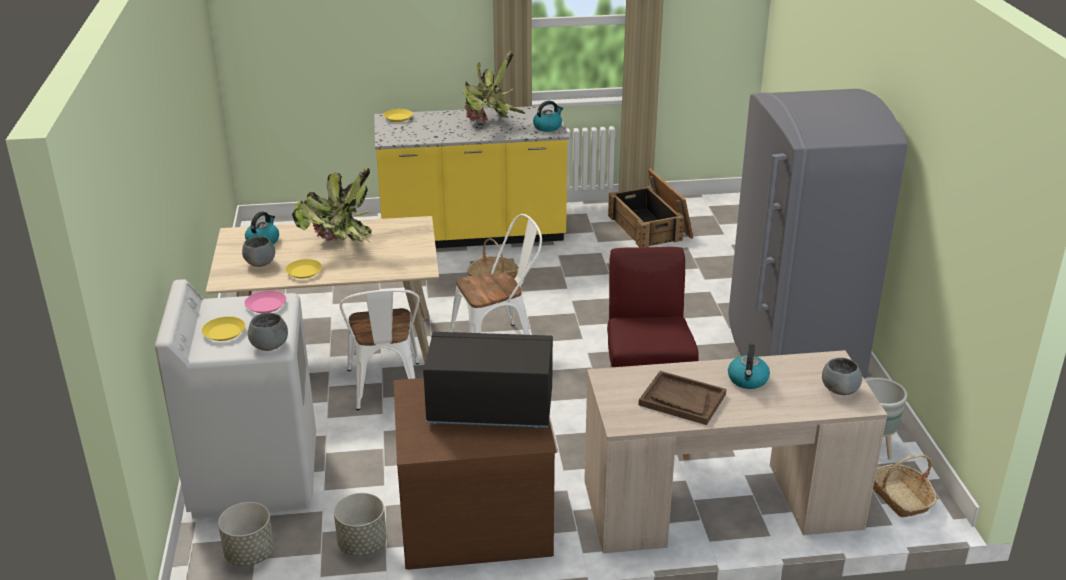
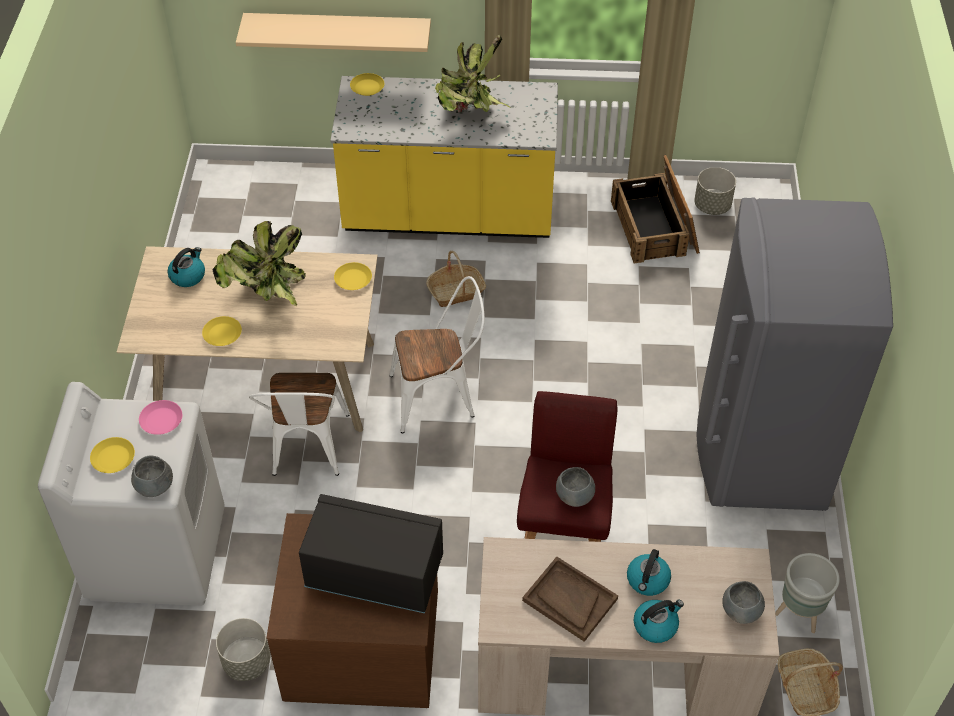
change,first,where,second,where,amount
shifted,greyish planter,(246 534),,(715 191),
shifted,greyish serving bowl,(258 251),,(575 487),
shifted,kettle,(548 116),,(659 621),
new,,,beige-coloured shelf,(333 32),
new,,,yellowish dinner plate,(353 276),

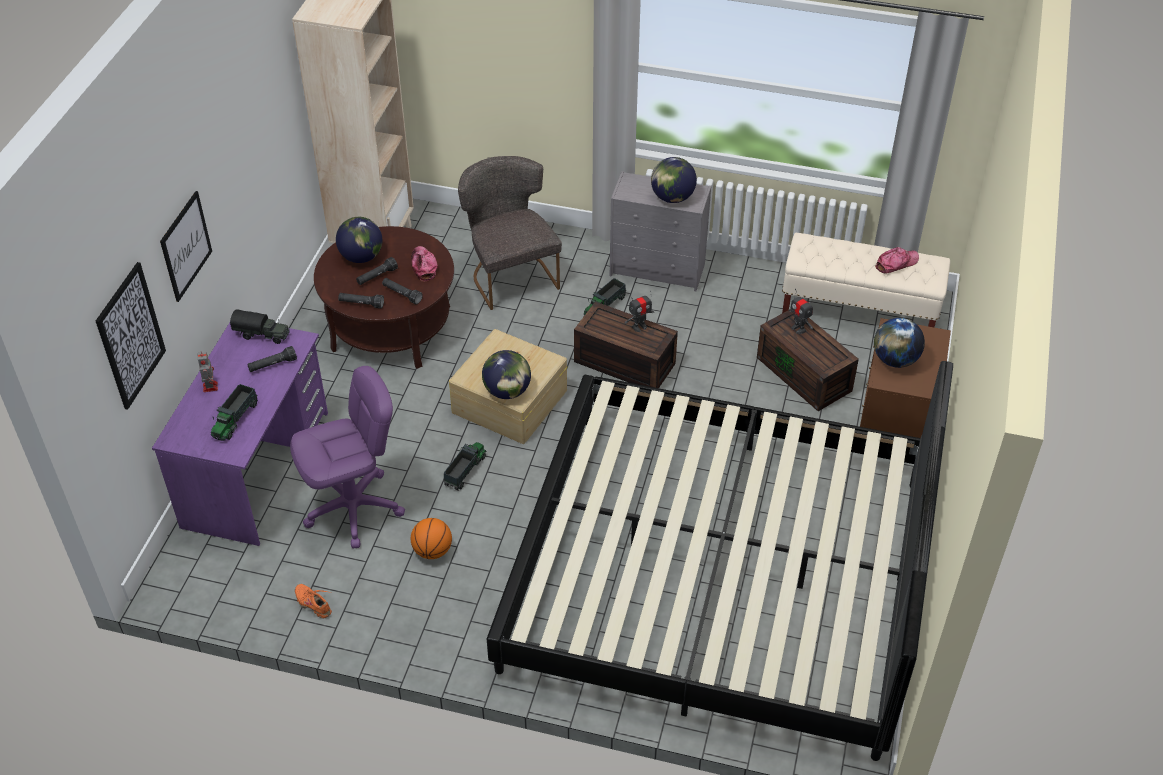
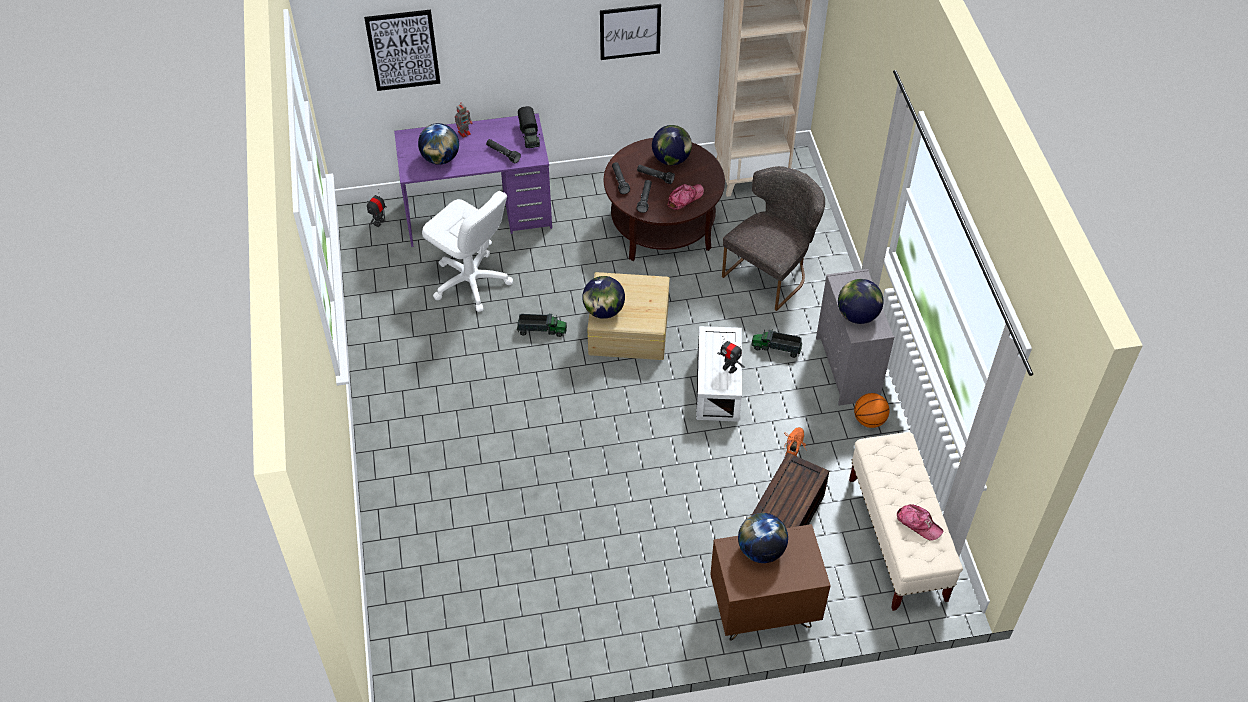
change,first,where,second,where,amount
shifted,wall art,(186 246),,(630 32),
swapped,toy lorry,(234 412),world globe,(438 144),
repainted,purple-coloured desk chair,(347 457),white desk chair,(467 251),
shifted,orange-coloured shoe,(313 601),,(795 441),
shifted,ball for basketball,(431 538),,(872 410),
gone,bed,(720 561),,,
repainted,brownish storage bin,(626 344),white storage bin,(719 374),
shifted,model robot,(801 311),,(377 208),

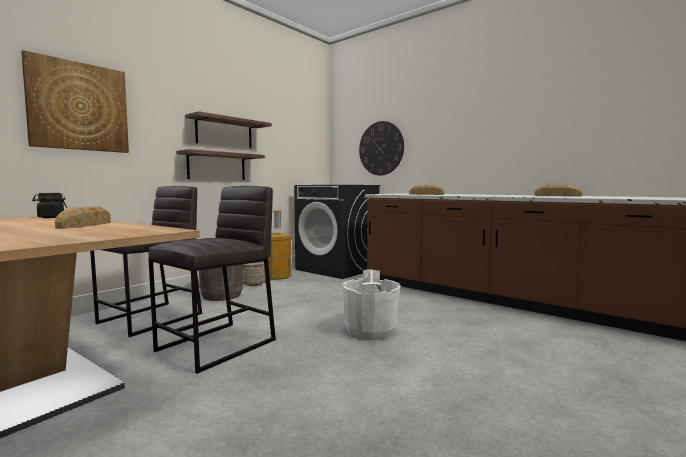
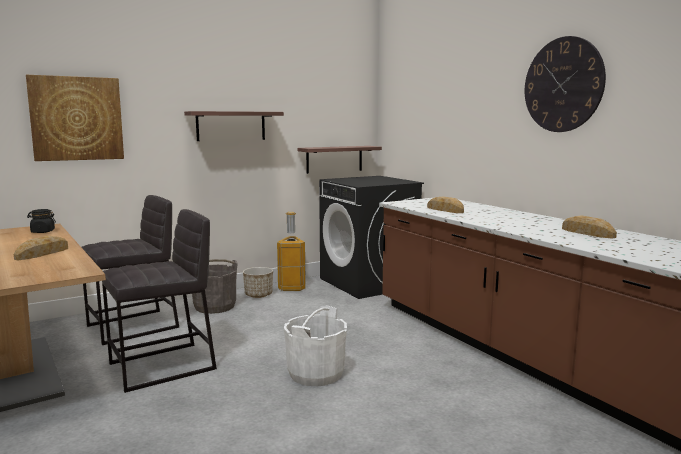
change,first,where,second,where,amount
shifted,shelf,(220 164),,(340 160),
shifted,clock on the wall,(381 148),,(565 84),

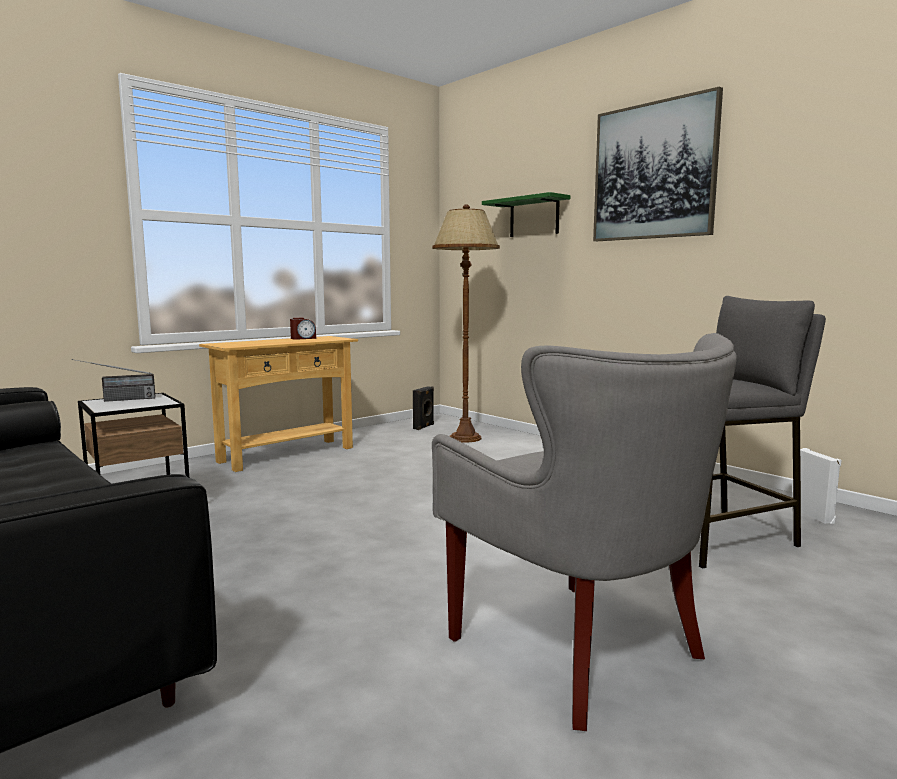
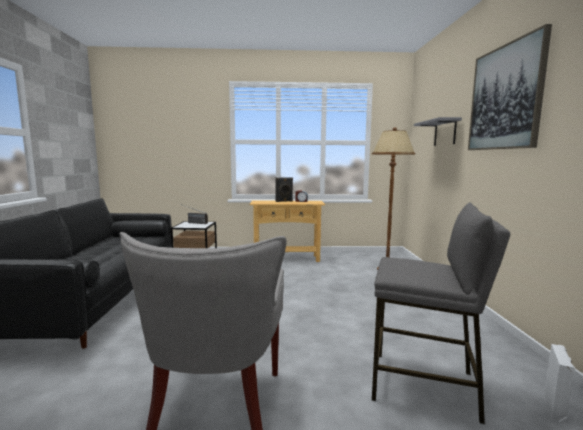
change,first,where,second,where,amount
shifted,black speaker,(423 408),,(284 189),
repainted,green shelf,(526 214),greyish shelf,(438 131),

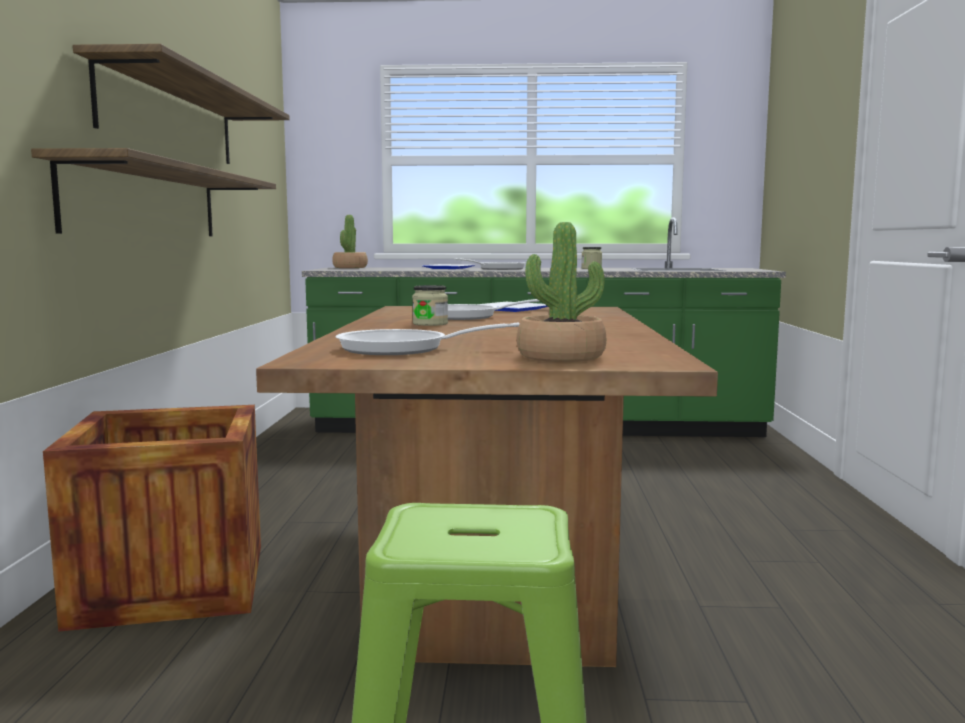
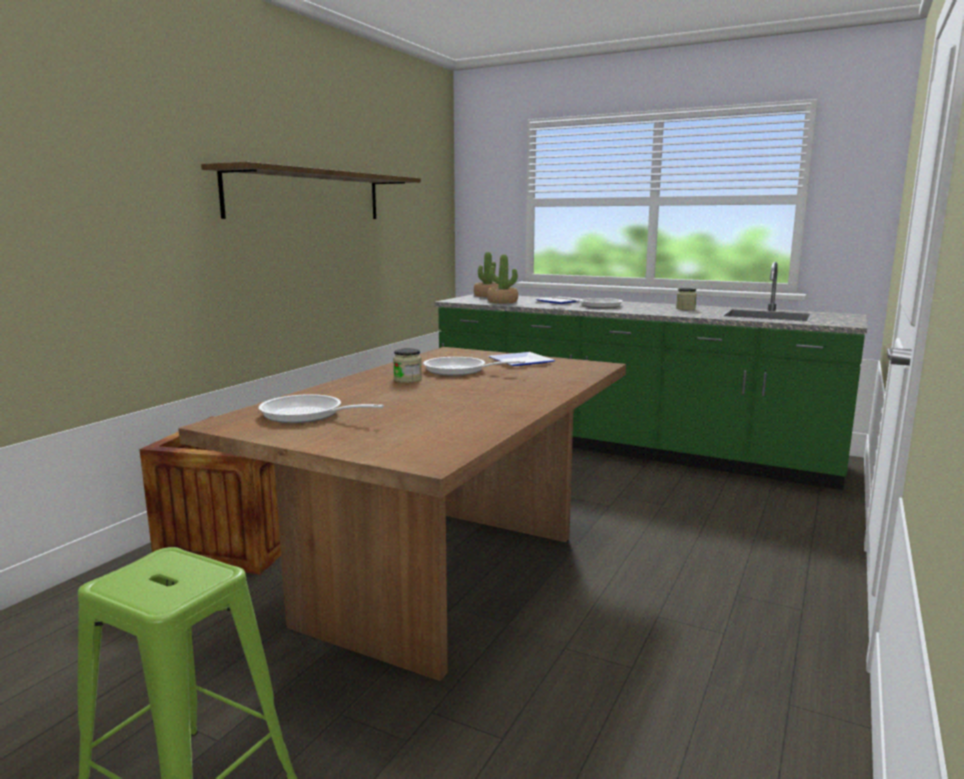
change,first,where,second,where,amount
gone,shelf,(153 192),,,
shifted,plant in a pot,(561 292),,(502 279),

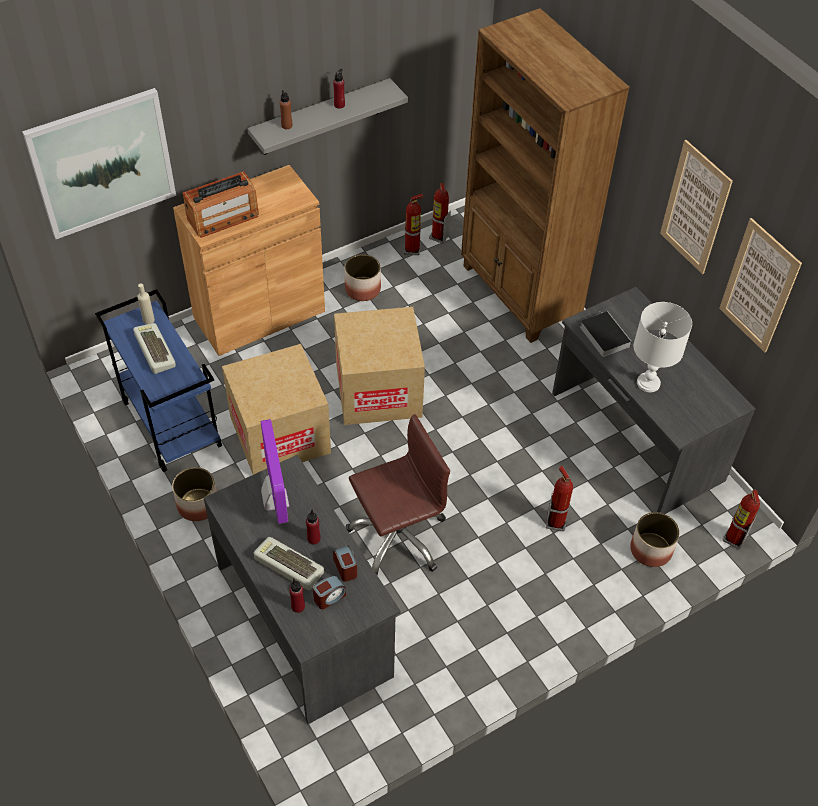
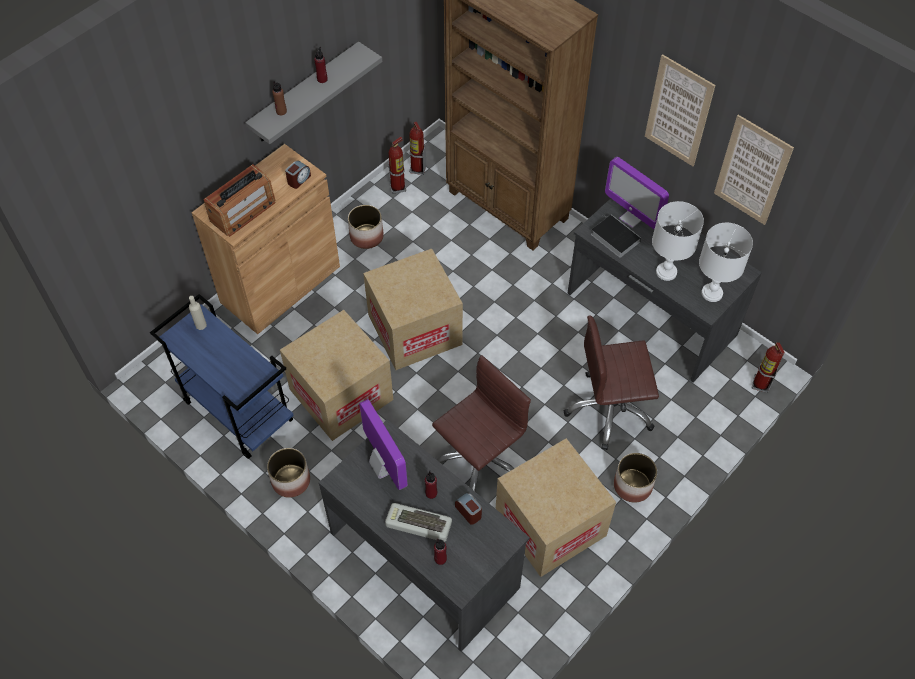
change,first,where,second,where,amount
gone,wall art,(99 163),,,
gone,computer keyboard,(154 348),,,
shifted,bedside clock,(329 592),,(298 175),
swapped,fire-fighting cylinder,(559 498),brownish desk chair,(611 382),
shifted,planter,(655 539),,(635 478),
new,,,carton,(556 507),
new,,,computer screen,(637 193),
new,,,white lamp for a table,(726 262),

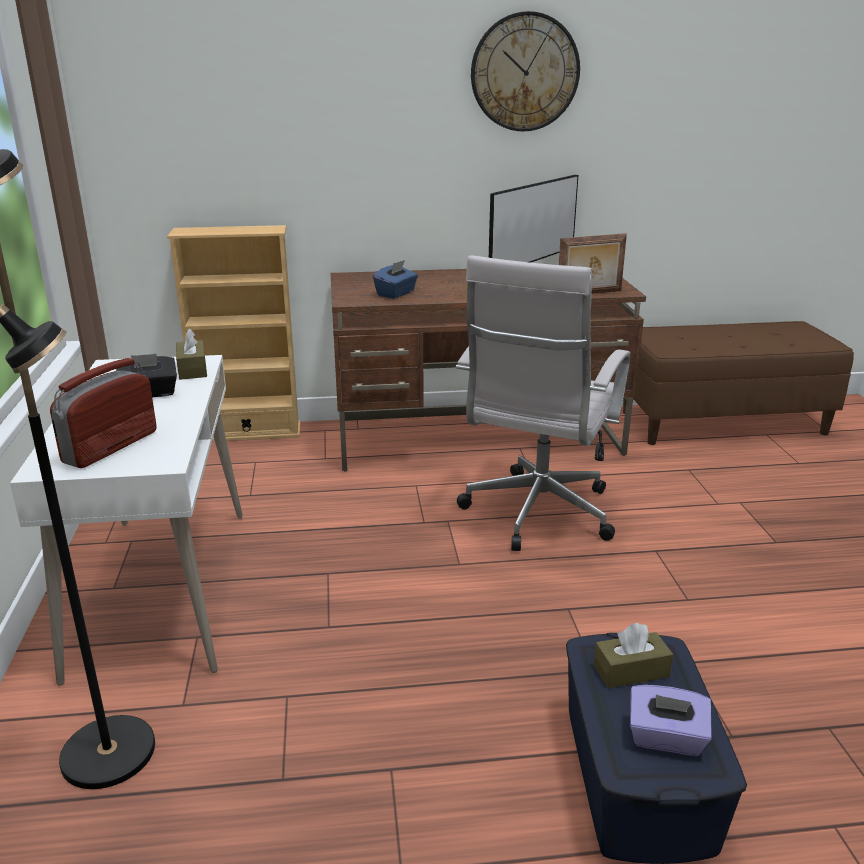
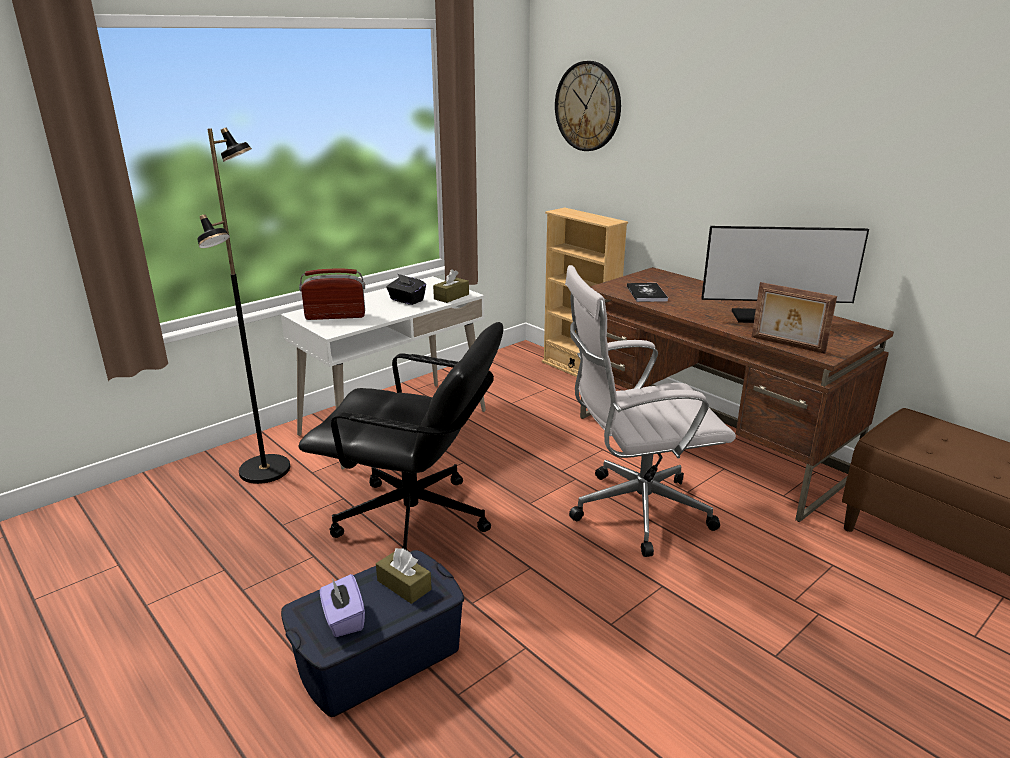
change,first,where,second,where,amount
swapped,bluish tissue box,(395 279),volume,(647 292),
shifted,clock on the wall,(525 71),,(588 106),
new,,,black desk chair,(400 436),

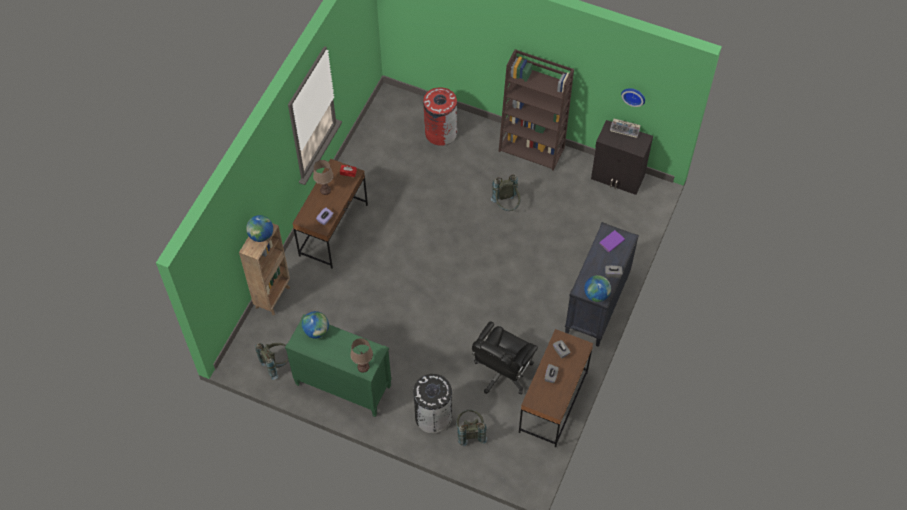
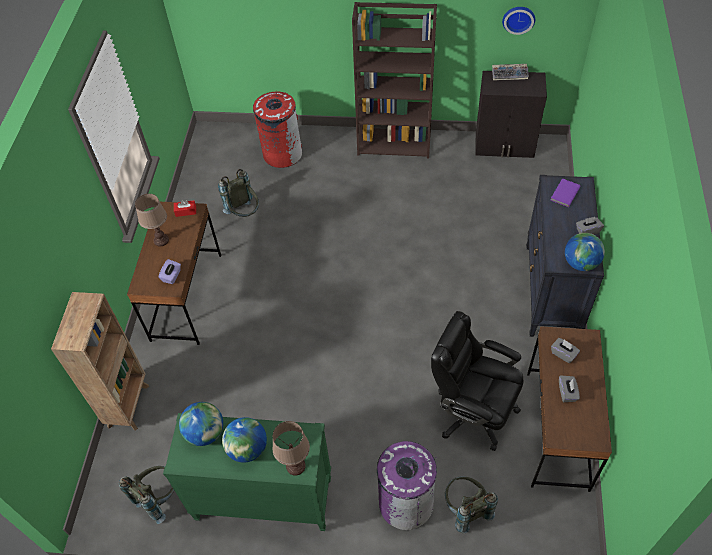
change,first,where,second,where,amount
shifted,world globe,(259 228),,(244 440),
repainted,black waste bin,(432 404),purple-coloured waste bin,(407 485),
rotated,black desk chair,(505 358),,(477 381),105 degrees clockwise
shifted,greyish backpack,(505 192),,(238 193),

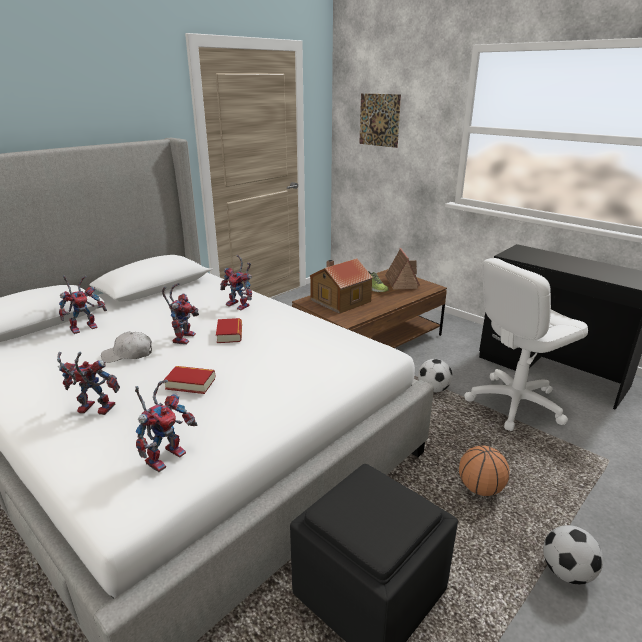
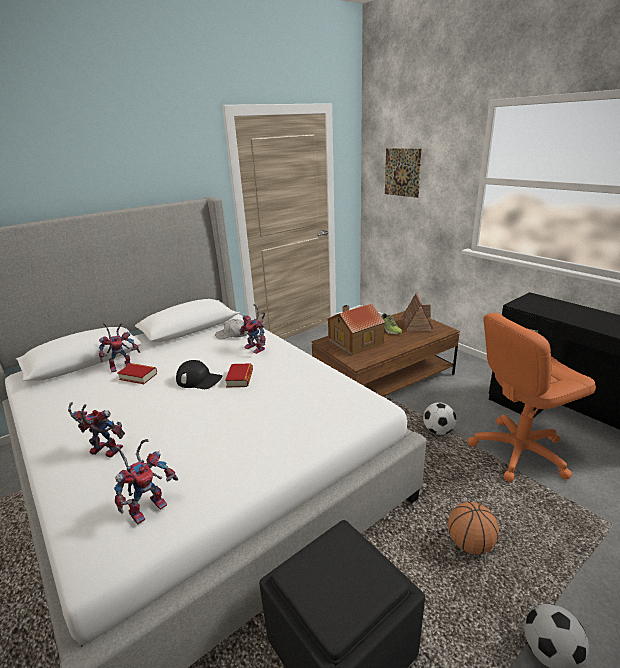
change,first,where,second,where,amount
shifted,white peaked cap,(126 347),,(231 329),
swapped,model robot,(180 314),black peaked cap,(199 374),
shifted,volume,(190 380),,(137 373),
repainted,white desk chair,(526 344),orange-coloured desk chair,(532 397),

